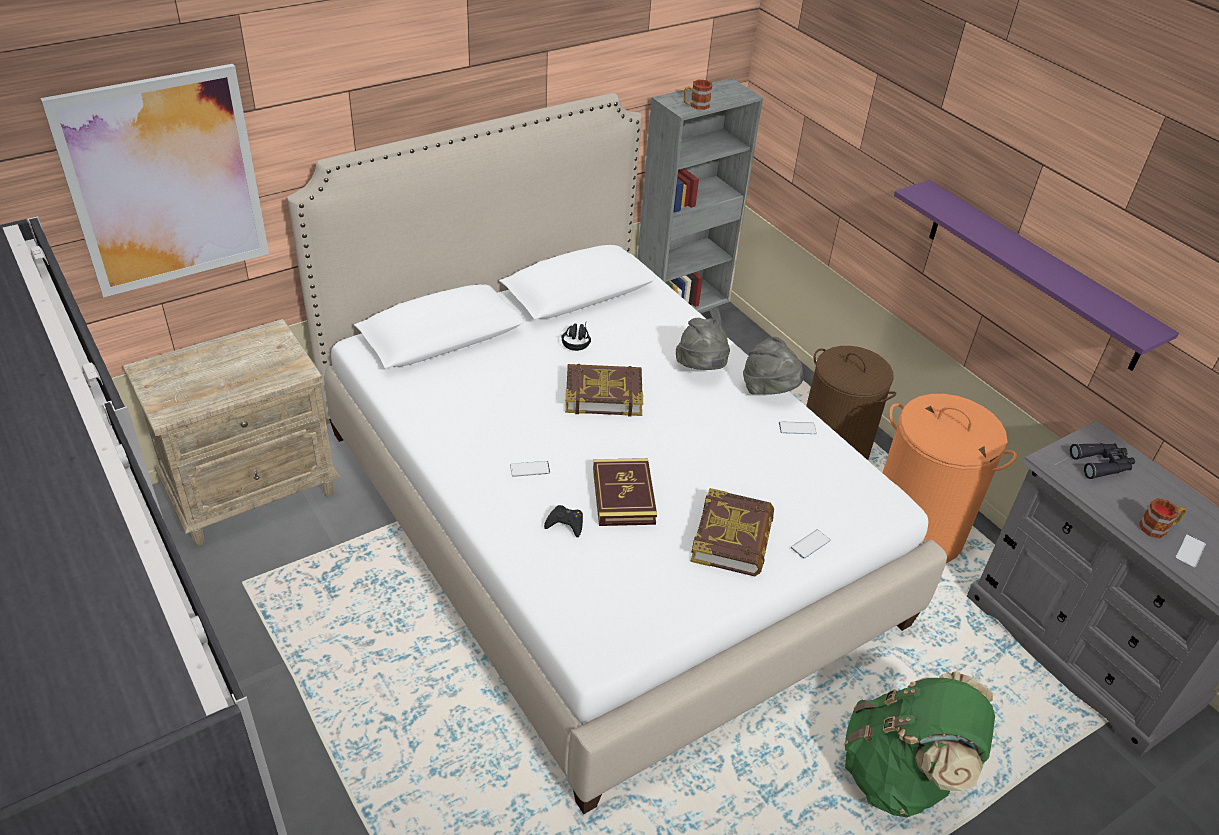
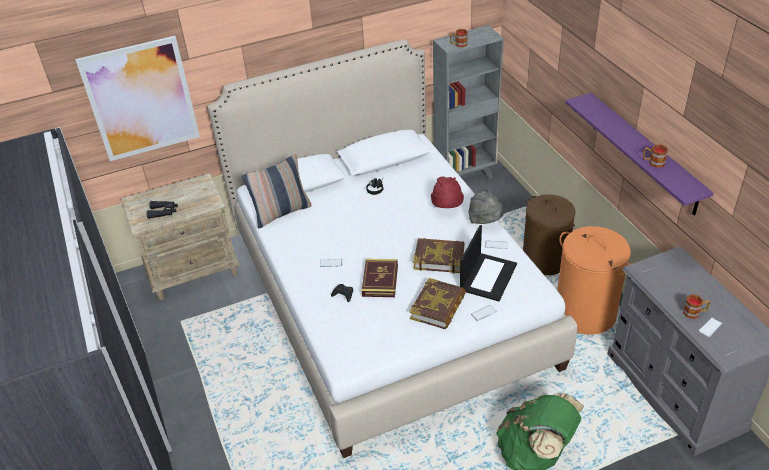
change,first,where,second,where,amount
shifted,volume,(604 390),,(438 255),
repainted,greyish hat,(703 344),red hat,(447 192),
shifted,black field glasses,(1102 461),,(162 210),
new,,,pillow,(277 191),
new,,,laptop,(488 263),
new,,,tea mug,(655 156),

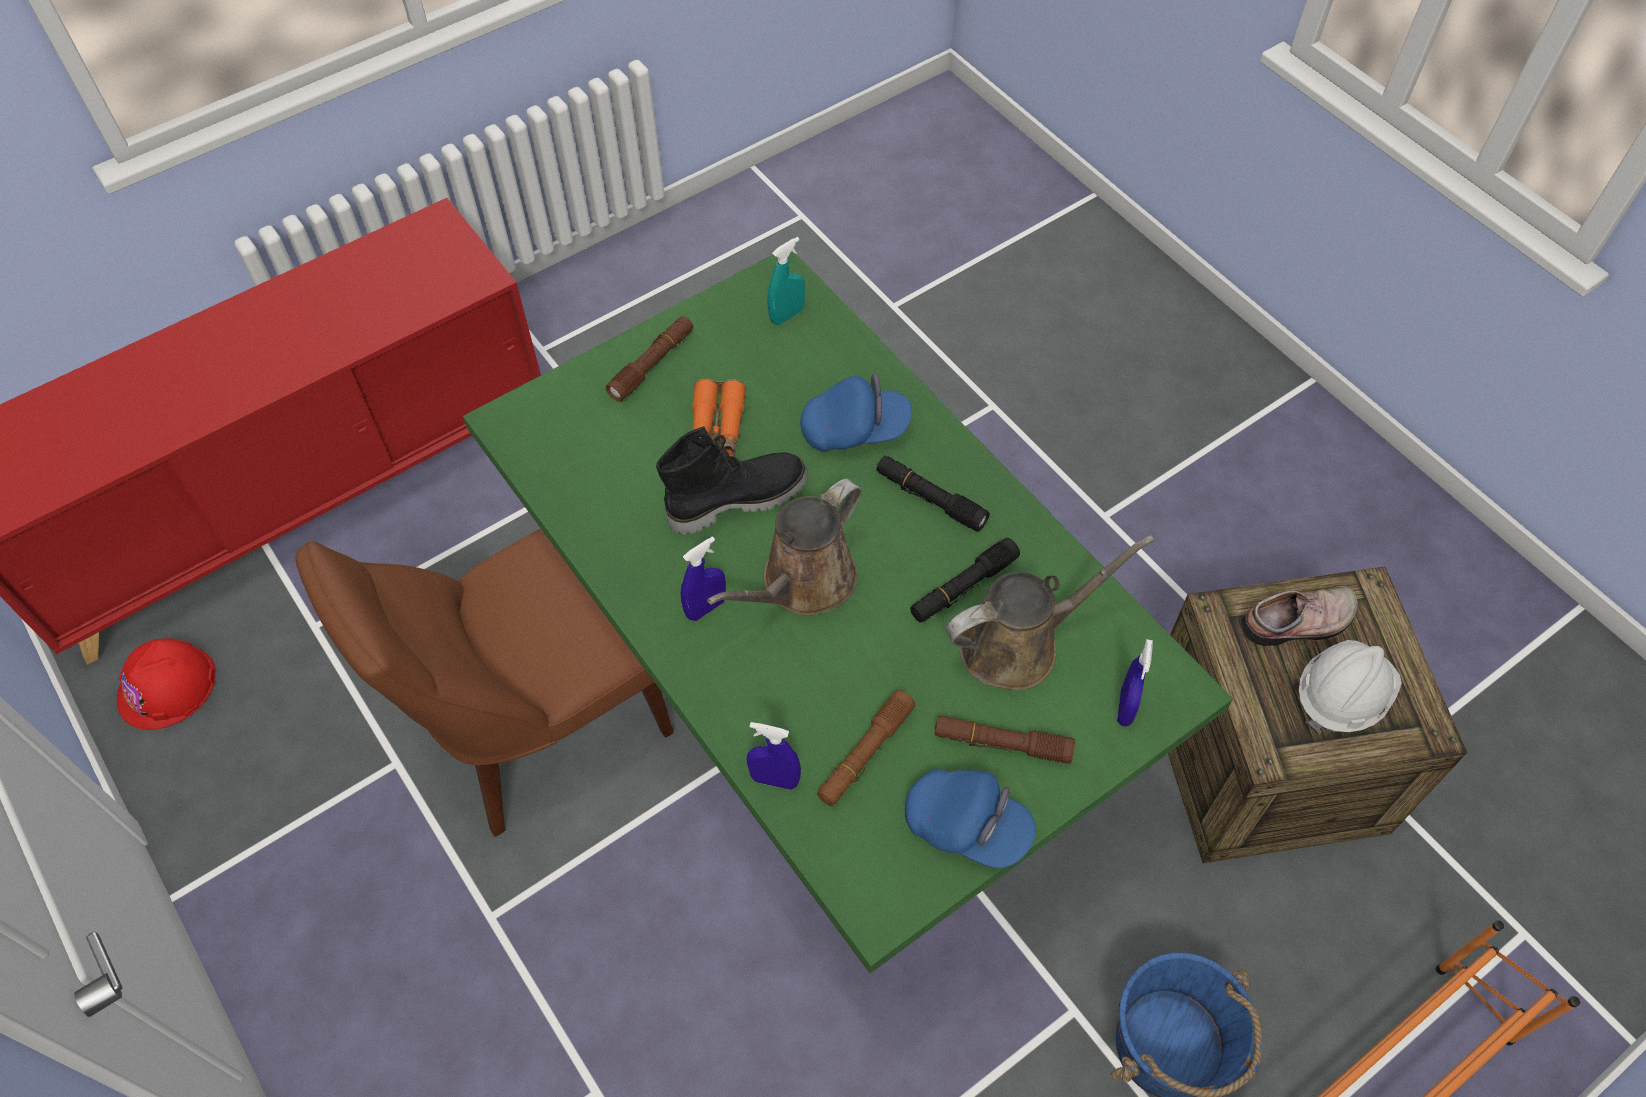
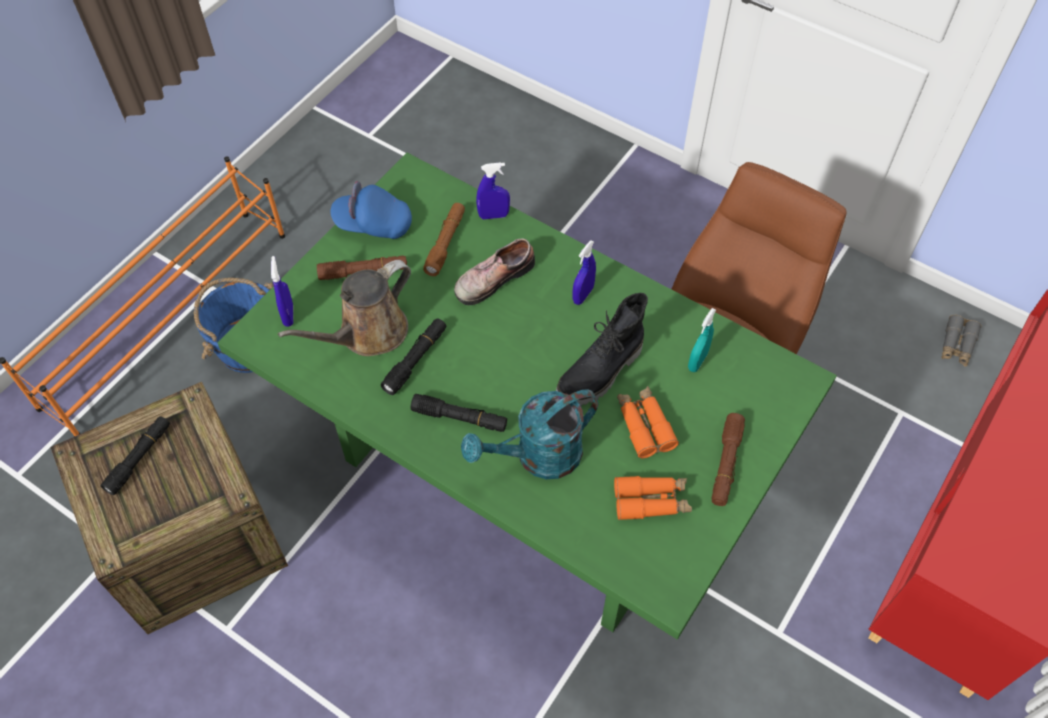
change,first,where,second,where,amount
swapped,red work helmet,(166 684),greyish field glasses,(961 341),
gone,brownish watering pot,(784 547),,,
shifted,turquoise hand sprayer,(786 281),,(702 340),
swapped,bluish peaked cap,(856 412),turquoise watering pot,(529 434),
shifted,shoe,(1299 616),,(494 272),
swapped,white work helmet,(1350 687),black flashlight,(135 455),
new,,,orange-coloured field glasses,(653 498),

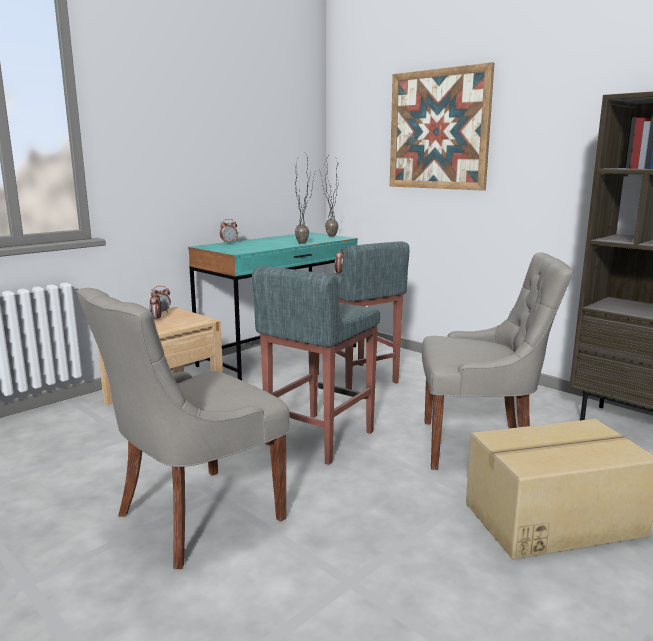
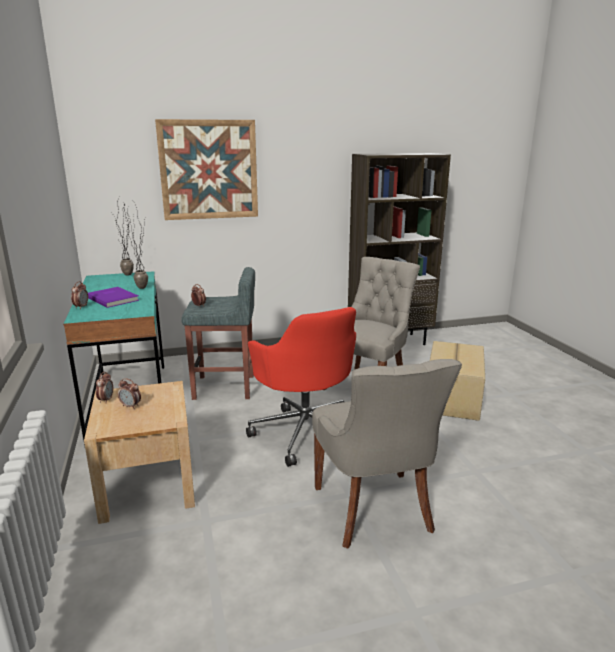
change,first,where,second,where,amount
swapped,greyish stool seat,(316 365),red desk chair,(301 387),
new,,,purple-coloured volume,(113 297),

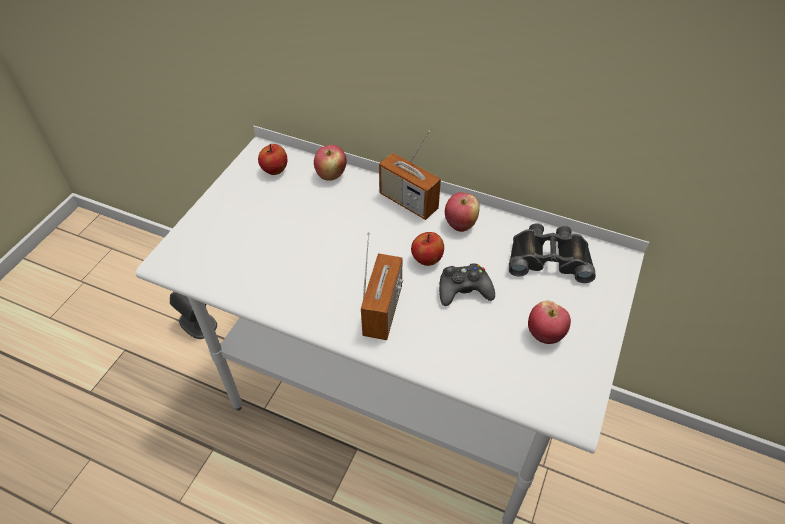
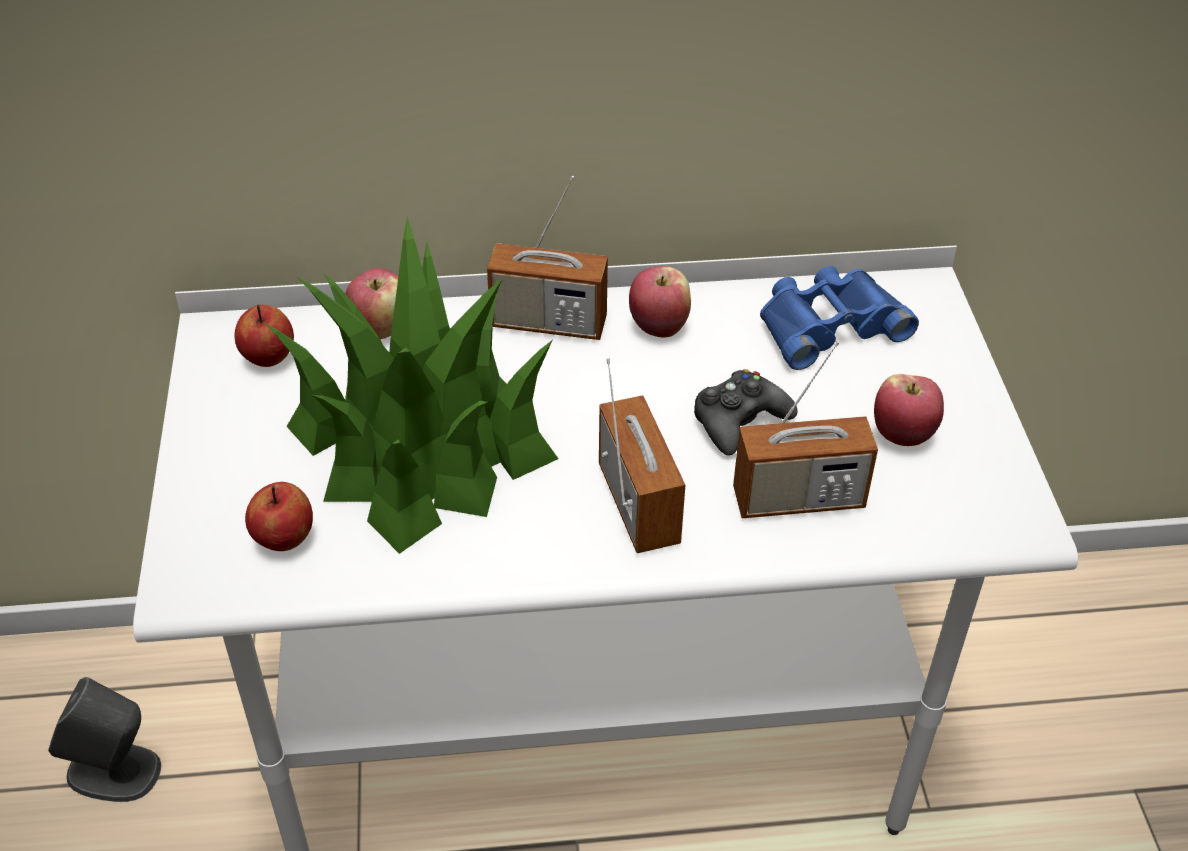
change,first,where,second,where,amount
shifted,apple fruit,(427 249),,(279 516),
repainted,black field glasses,(552 253),bluish field glasses,(839 318),
new,,,plant in a pot,(411 385),
new,,,radio,(805 429),

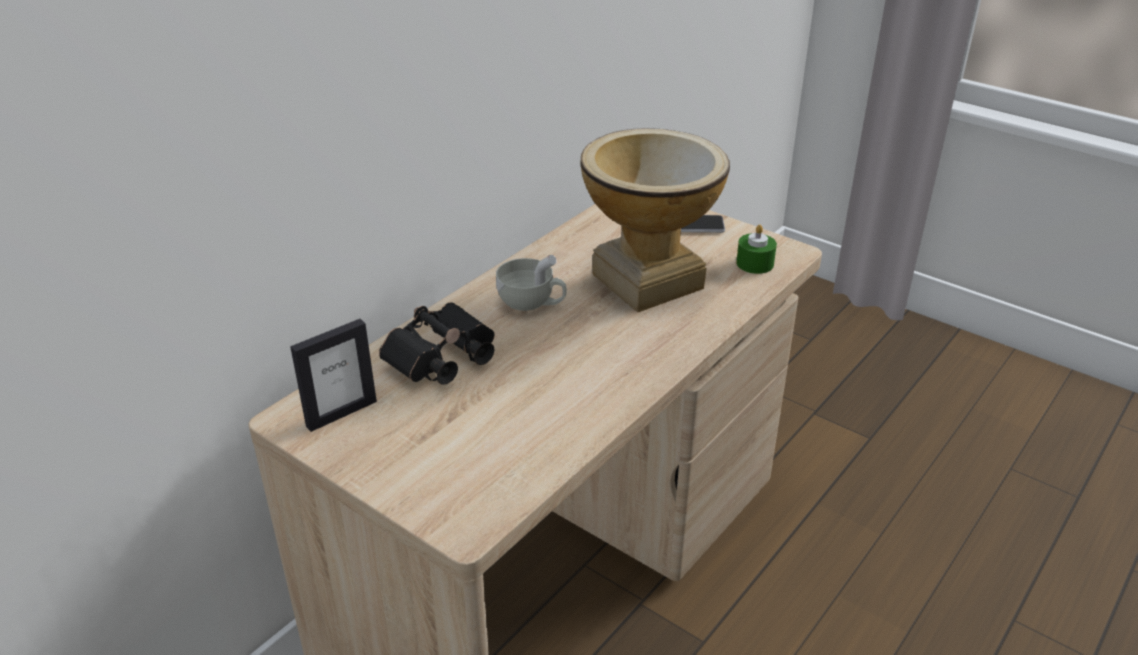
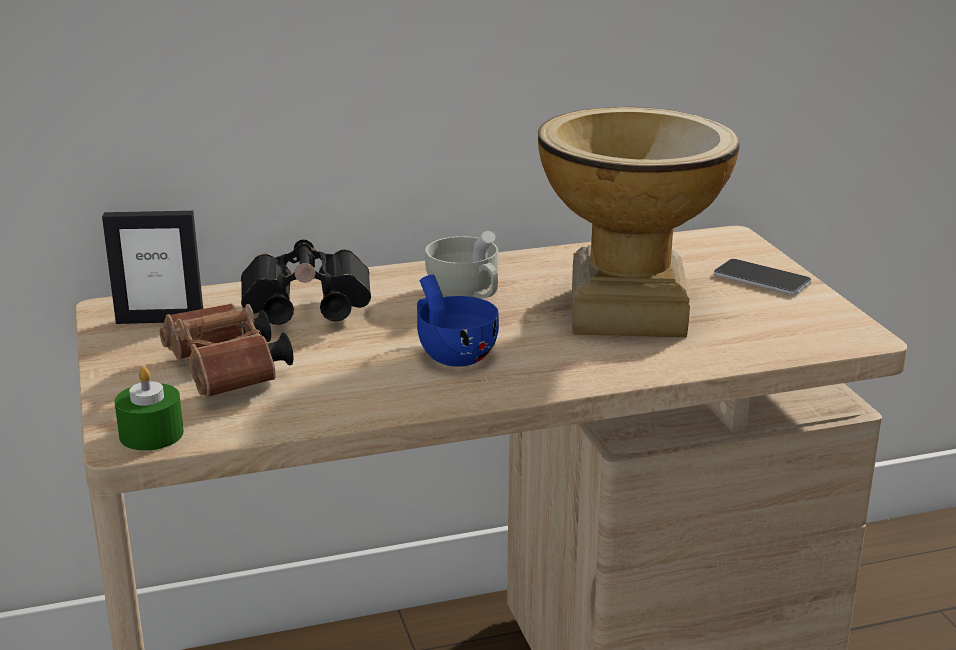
change,first,where,second,where,amount
shifted,green wax candle,(756 249),,(149 409),
new,,,brownish field glasses,(227 350),
new,,,bluish drinking cup,(458 321),

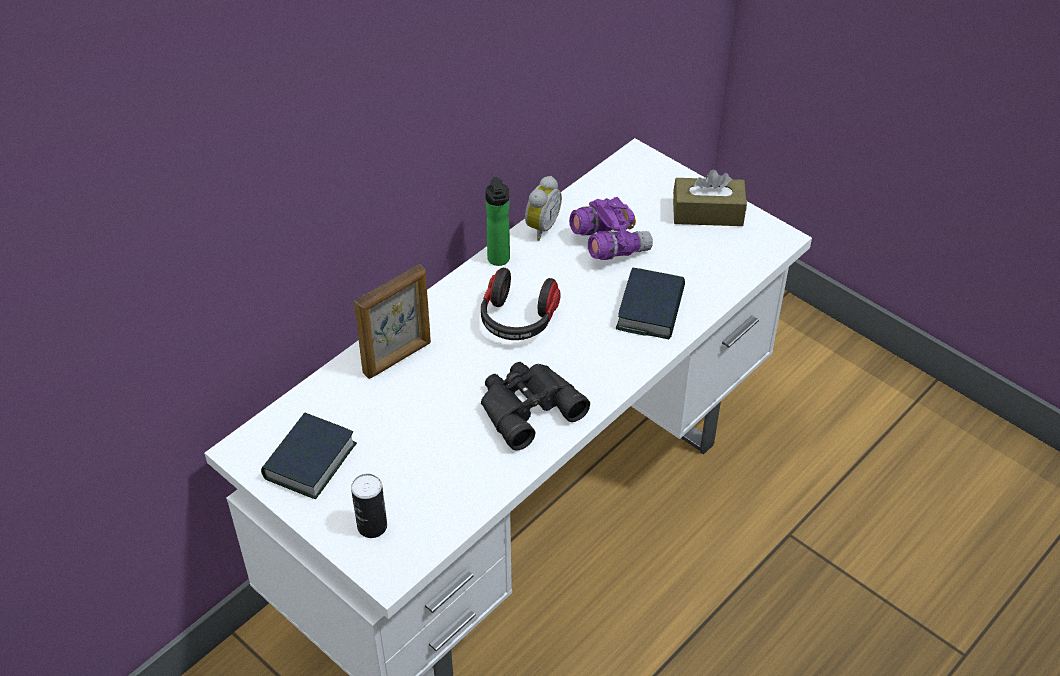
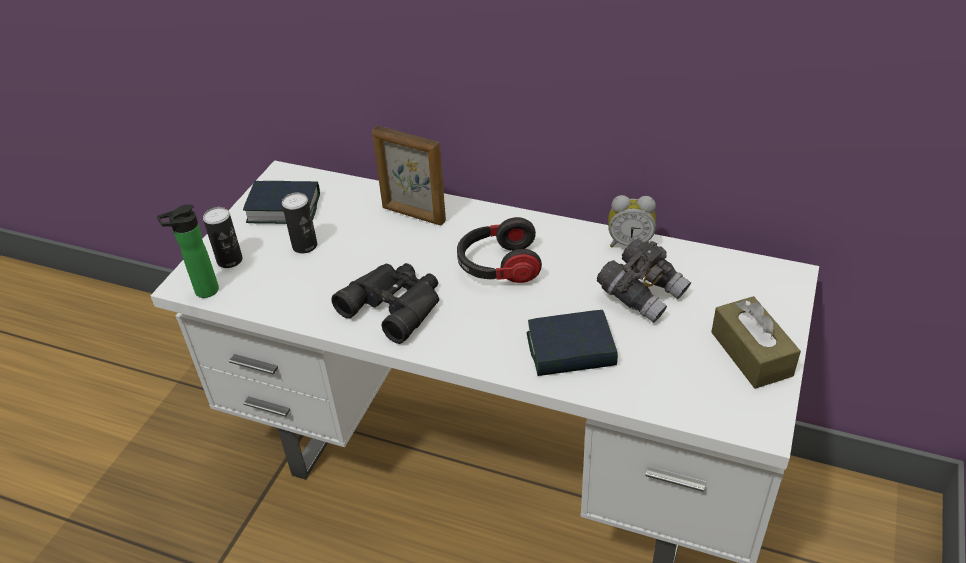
change,first,where,second,where,amount
shifted,bottle,(497 221),,(188 251),
repainted,purple-coloured field glasses,(611 228),greyish field glasses,(644 281),
new,,,can,(299 223),

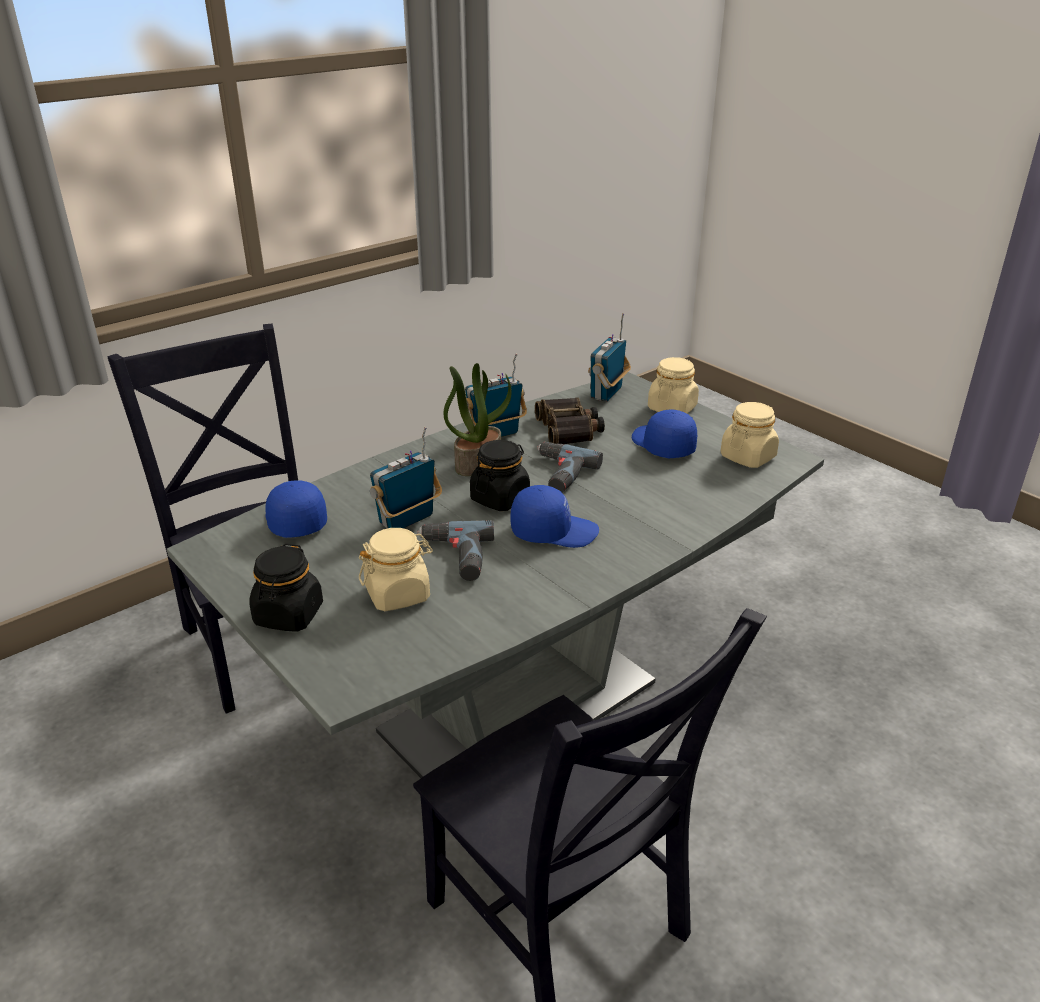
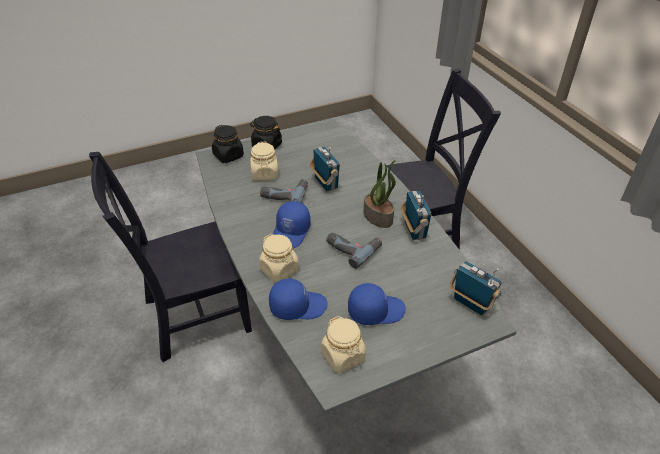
change,first,where,second,where,amount
shifted,bluish peaked cap,(296 509),,(298 299),
shifted,black preserve jar,(500 475),,(228 144),
gone,field glasses,(570 420),,,
shifted,beige-coloured preserve jar,(673 385),,(279 258),

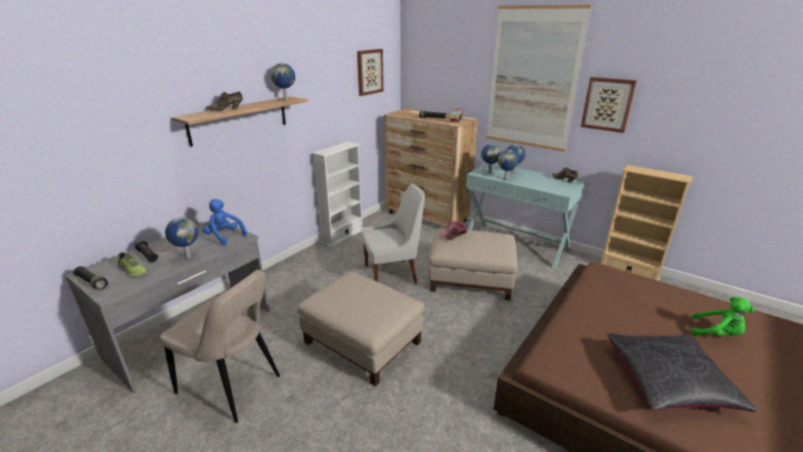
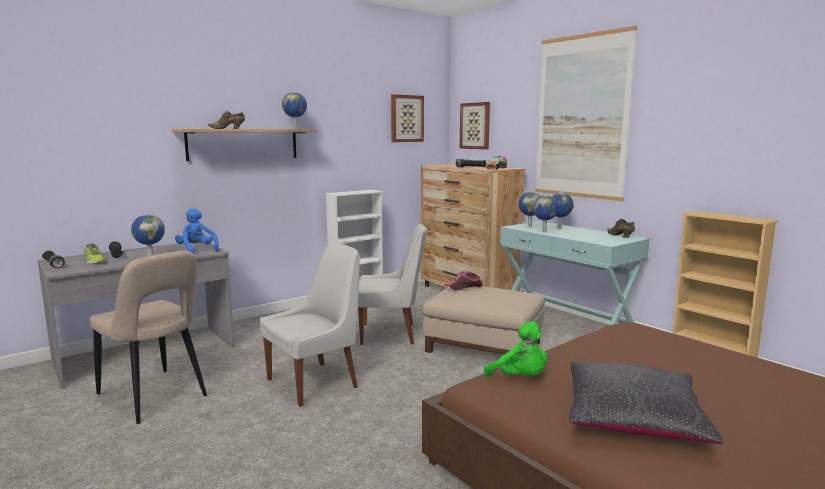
change,first,where,second,where,amount
swapped,beige-coloured footrest,(360 329),white plain chair,(309 325),
shifted,wall art,(609 105),,(475 125),
shifted,green plush toy,(722 316),,(516 349),

